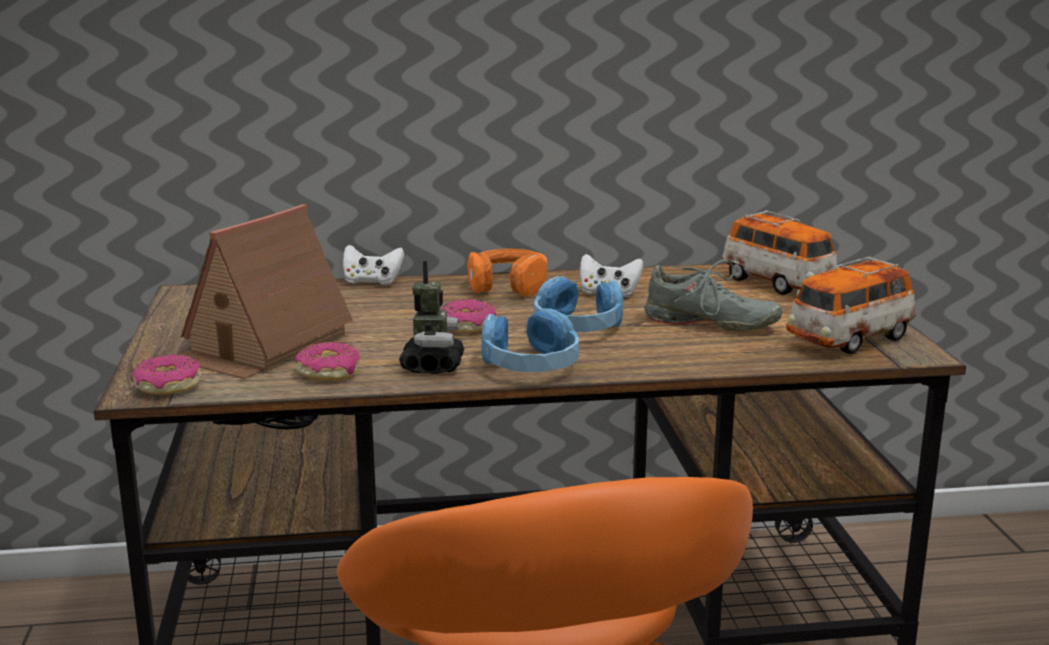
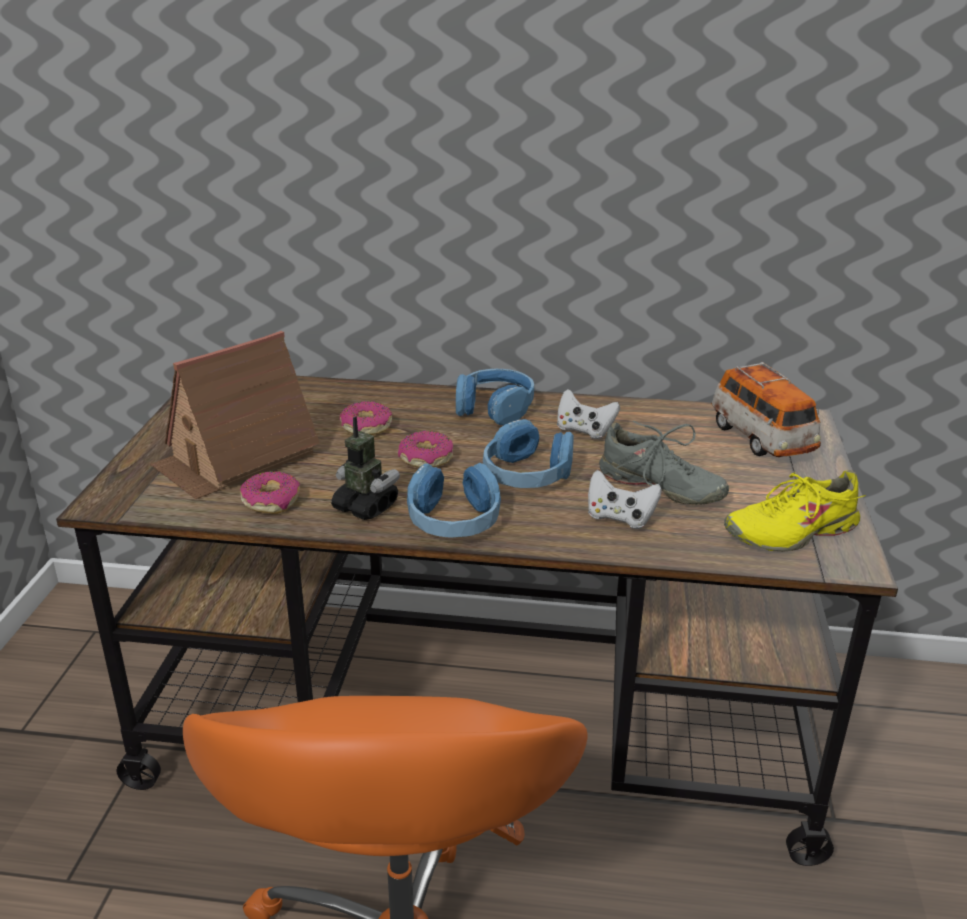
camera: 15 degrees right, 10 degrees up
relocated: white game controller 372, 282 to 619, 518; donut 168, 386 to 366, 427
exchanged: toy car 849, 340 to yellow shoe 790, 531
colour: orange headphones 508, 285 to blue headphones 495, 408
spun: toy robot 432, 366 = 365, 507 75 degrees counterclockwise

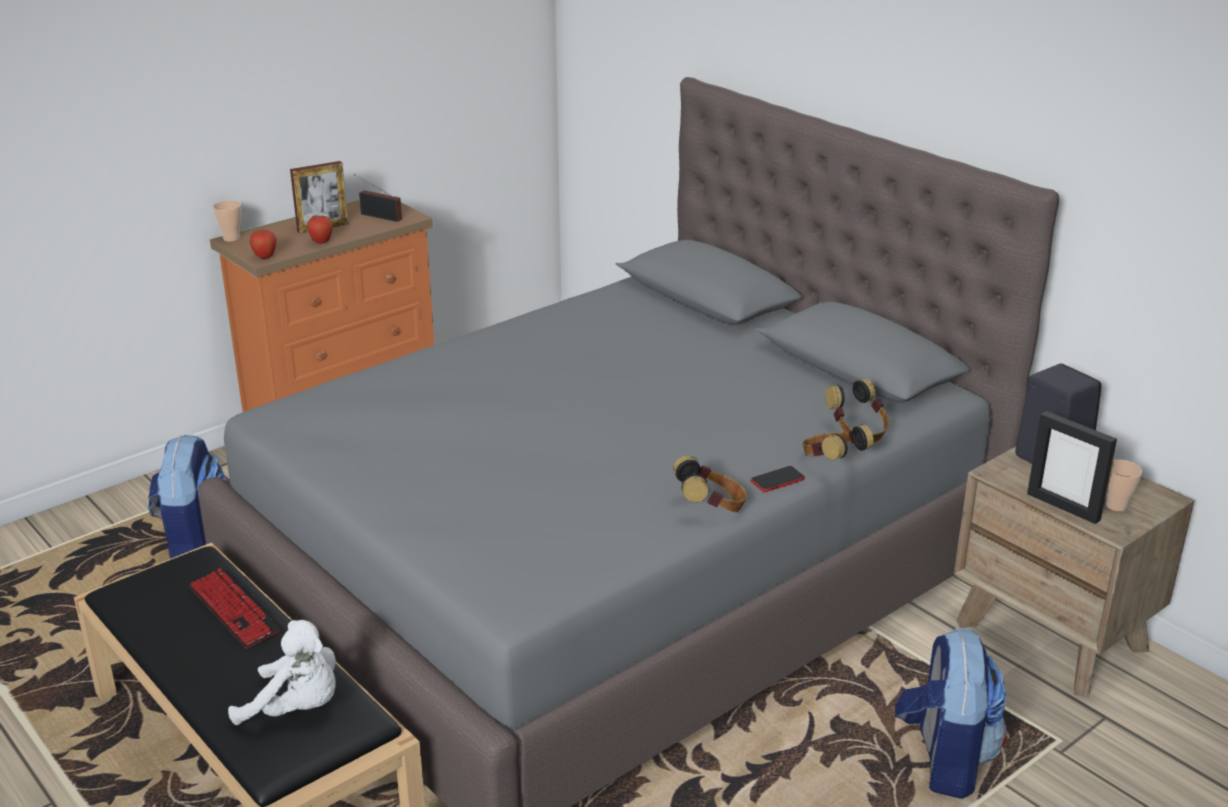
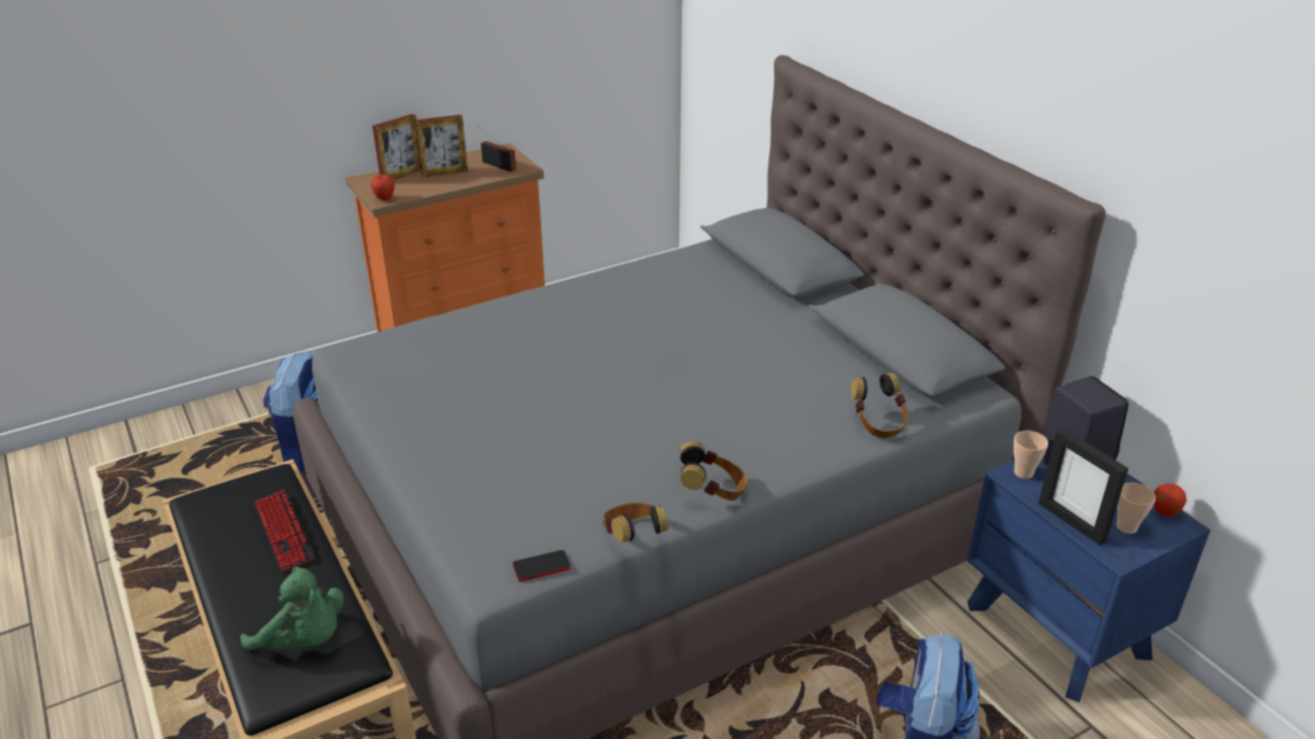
camera: 10 degrees right, 5 degrees up
appeared: picture frame 402, 175
relocated: cup 231, 238 to 1023, 473; apple 321, 242 to 1164, 513; headphones 832, 463 to 633, 538; phone 777, 480 to 541, 566
colour: brown nightstand 1052, 636 to blue nightstand 1058, 630; white plush toy 296, 709 to green plush toy 304, 641

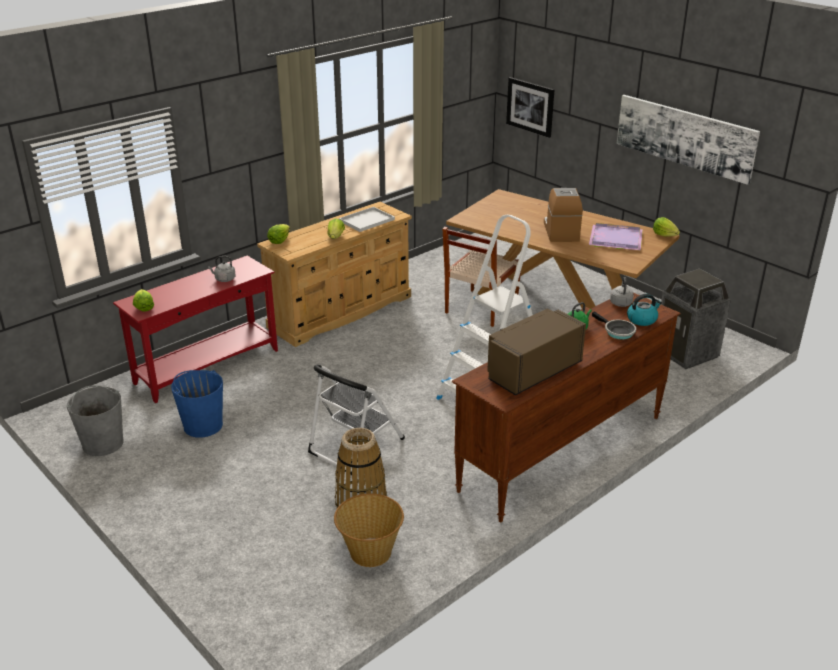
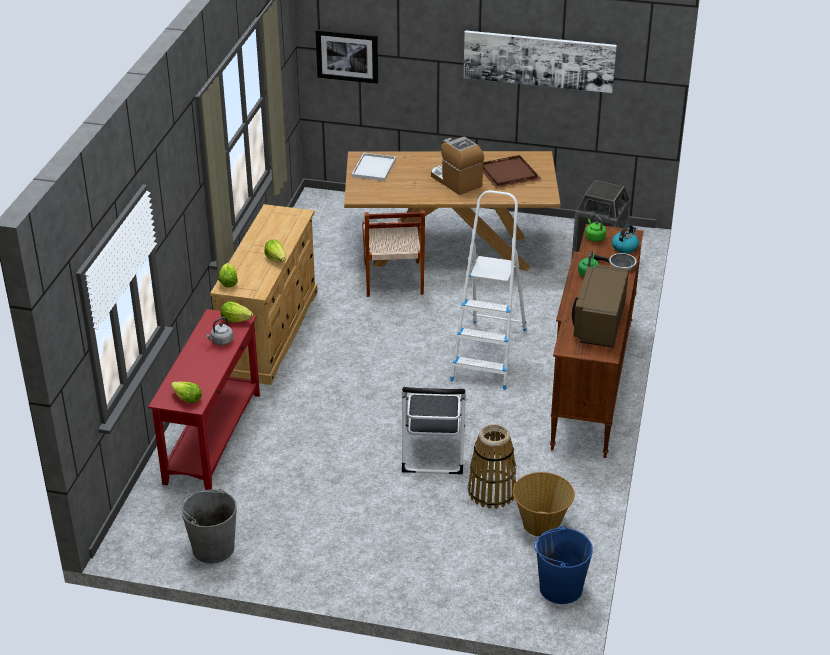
camera: 35 degrees left, 5 degrees up
relocated: white tray 366, 221 to 374, 168; lettuce 664, 235 to 236, 320; blue bucket 203, 425 to 560, 588
colour: purple tray 614, 239 to brown tray 508, 174; grey kettle 620, 302 to green kettle 594, 237

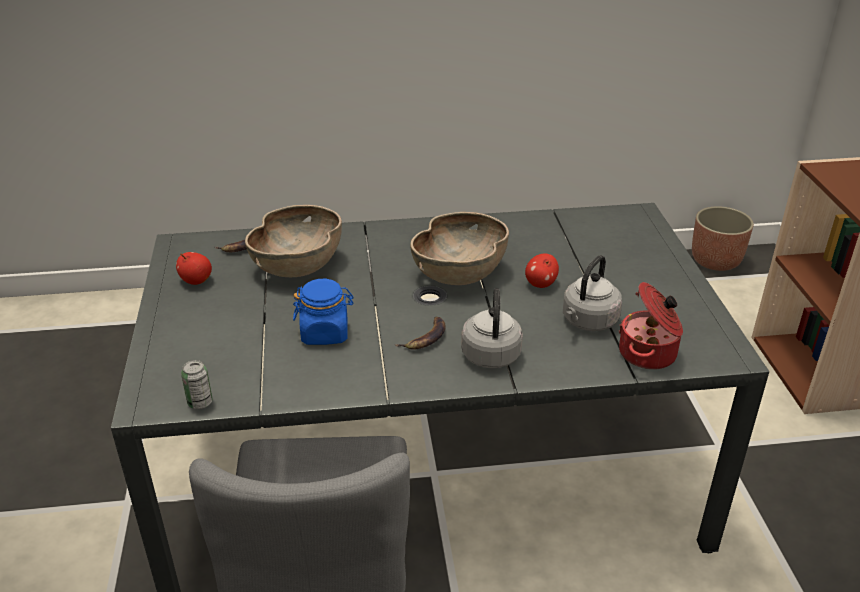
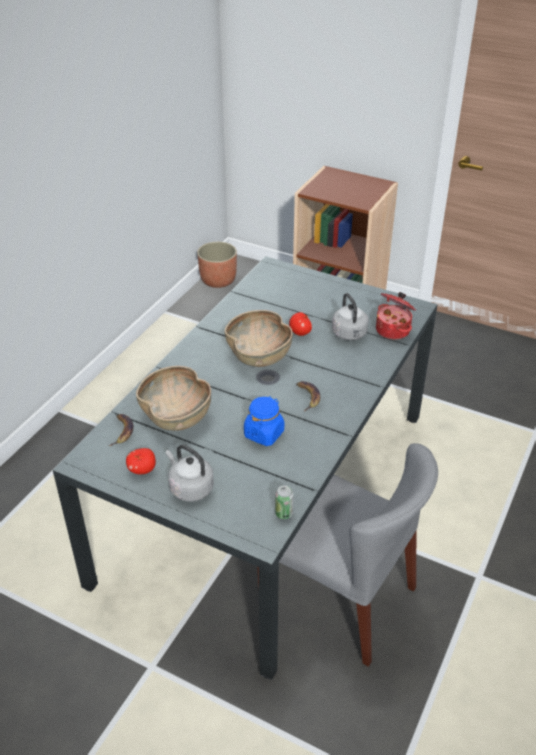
camera: 55 degrees left, 5 degrees up
relocated: grey kettle 491, 353 to 189, 488

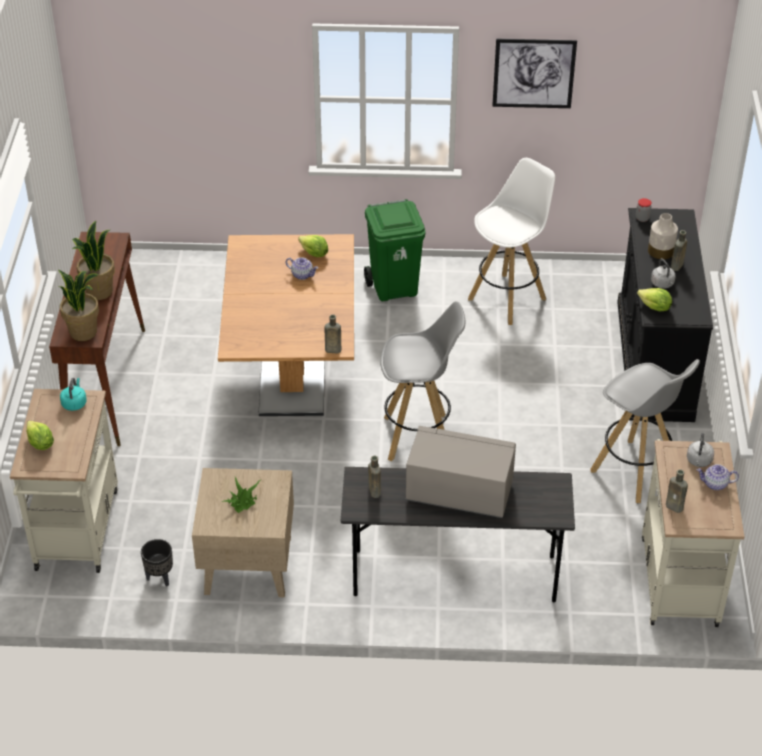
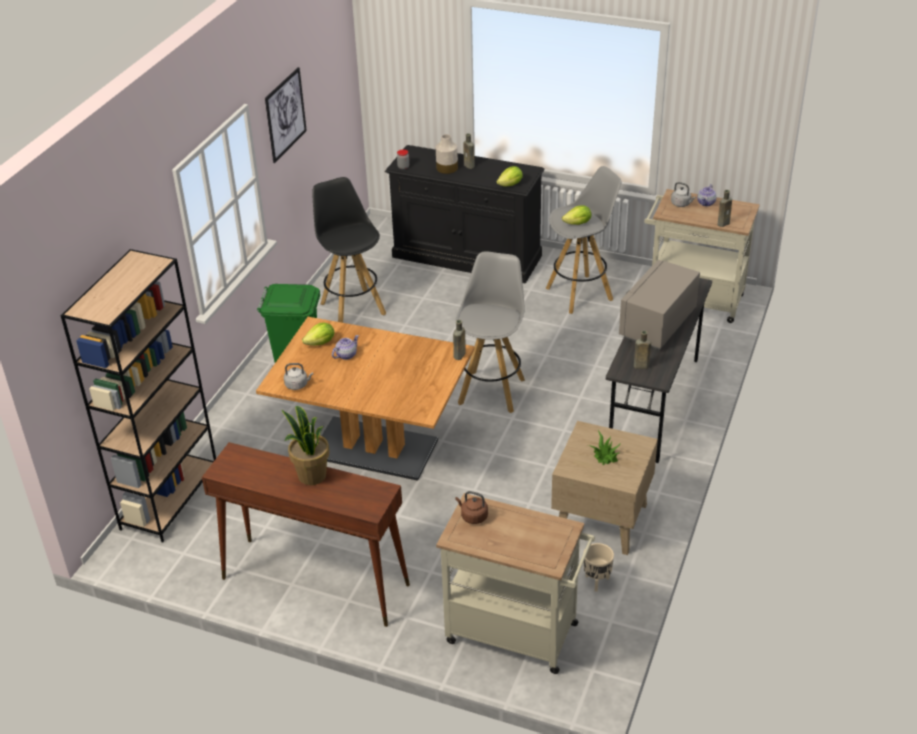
camera: 70 degrees left, 5 degrees down
missing: potted plant 84, 332
appeared: beige bookcase 170, 498
relocated: grey kettle 663, 284 to 298, 385; lettuce 40, 444 to 578, 223
colour: white stool 508, 298 to black stool 353, 308; turquoise kettle 74, 403 to brown kettle 473, 516; black planter 159, 577 to beige planter 596, 582

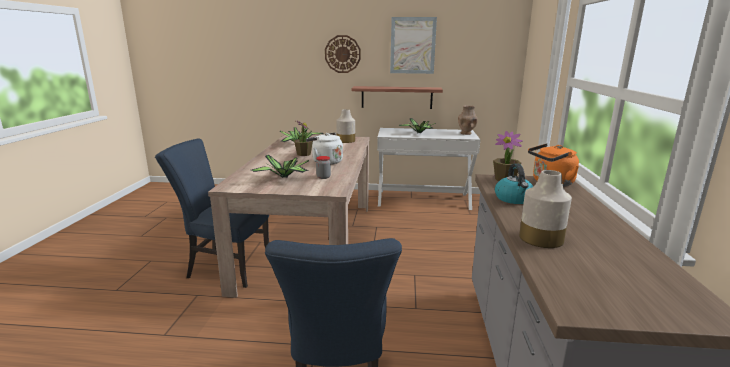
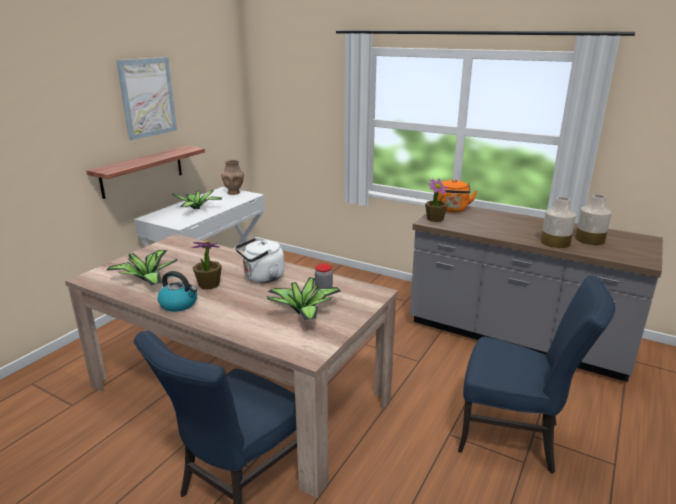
camera: 65 degrees left, 5 degrees up
missing: wall clock 342, 54
relocated: beige vase 345, 140 to 590, 239; kettle 514, 199 to 179, 304

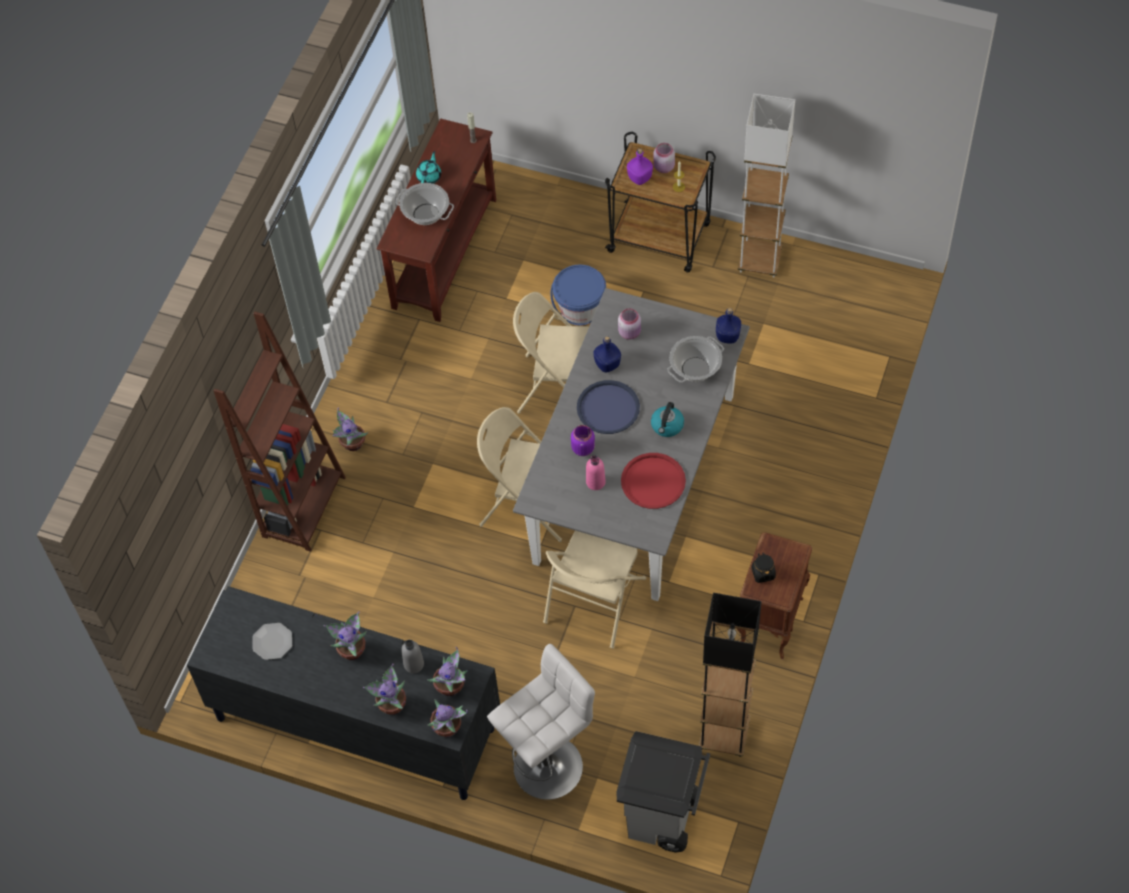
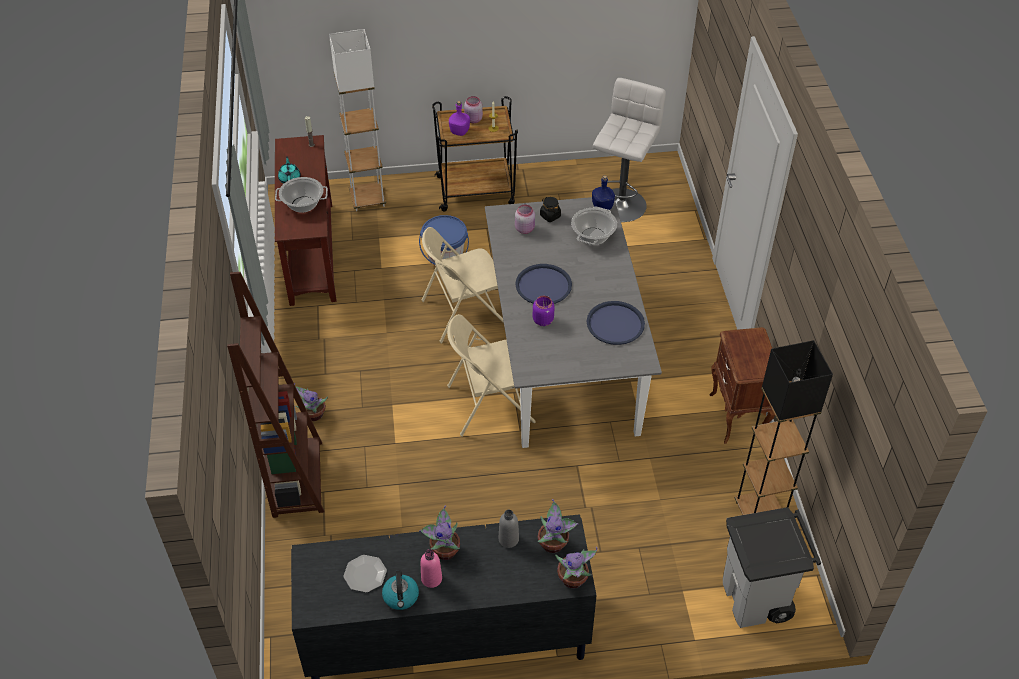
camera: 30 degrees left, 10 degrees down
missing: blue bottle 607, 365; beige chair 594, 600; potted plant 391, 704
relocated: white floor lamp 760, 260 to 367, 199; kettle 667, 426 to 401, 597; pink bottle 595, 482 to 431, 579; black jar 763, 573 to 550, 216; white stool 549, 767 to 622, 205
colour: red tray 653, 481 to blue tray 615, 323

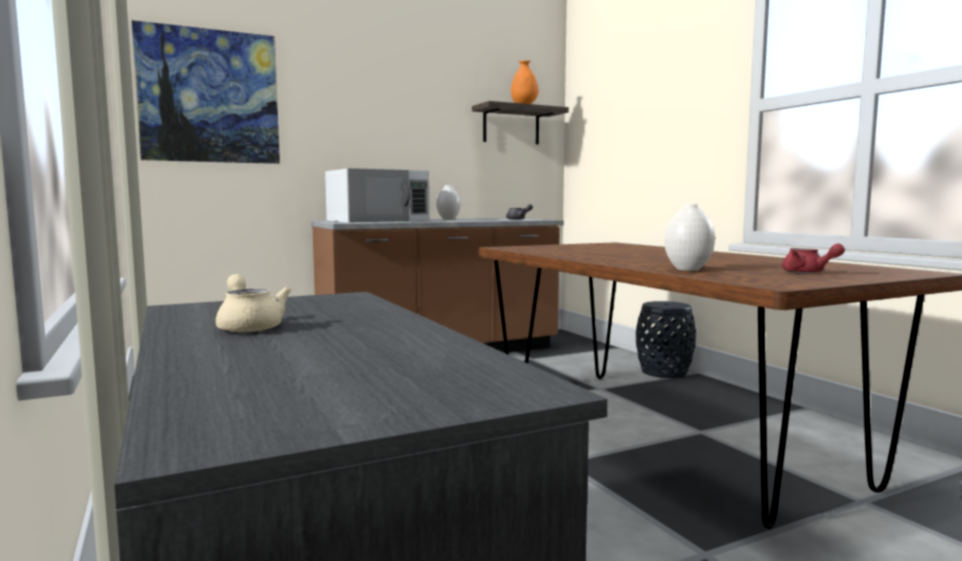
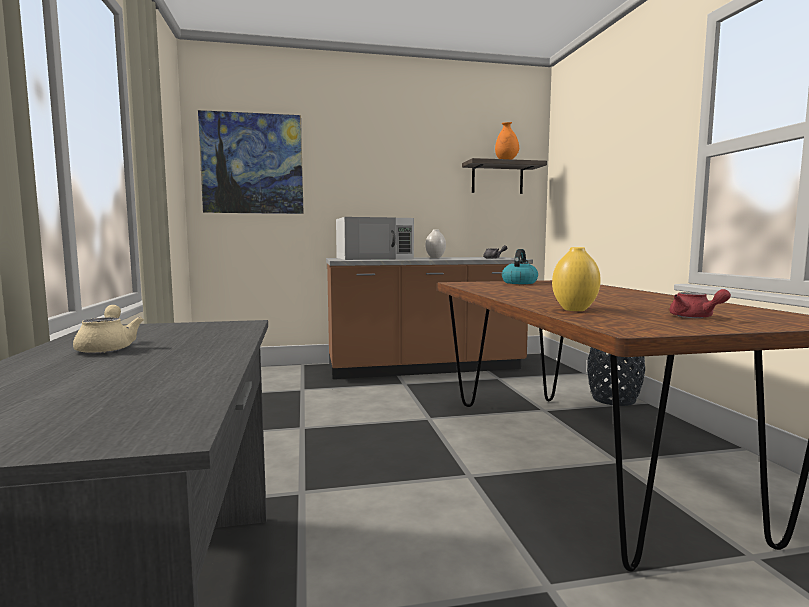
camera: 15 degrees right, 0 degrees up
appeared: kettle 519, 282
colour: white vase 687, 269 to yellow vase 574, 309

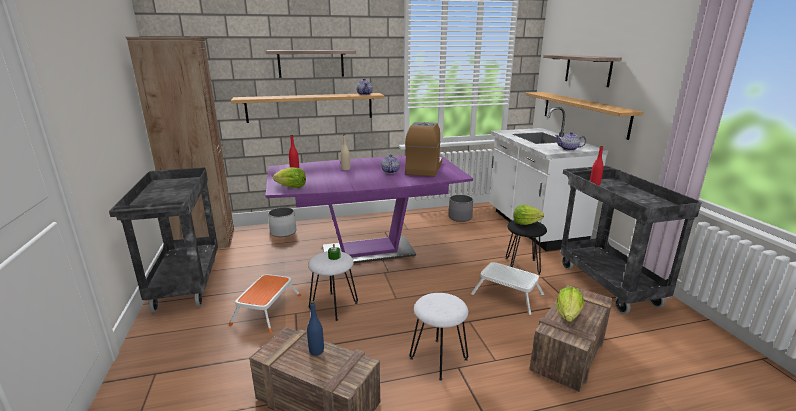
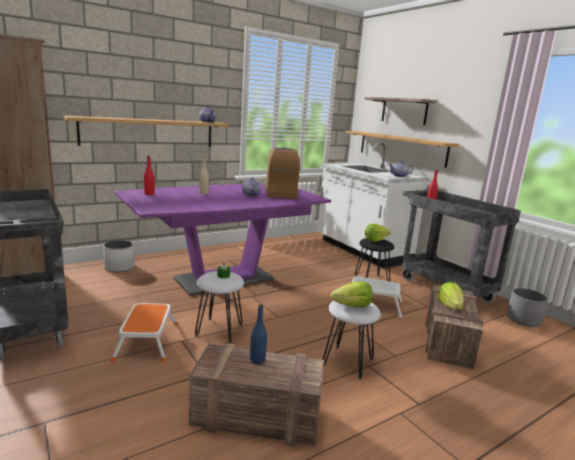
camera: 20 degrees left, 5 degrees down
missing: shelf 311, 63
relocated: lettuce 291, 187 to 352, 306; grey planter 460, 217 to 523, 320

